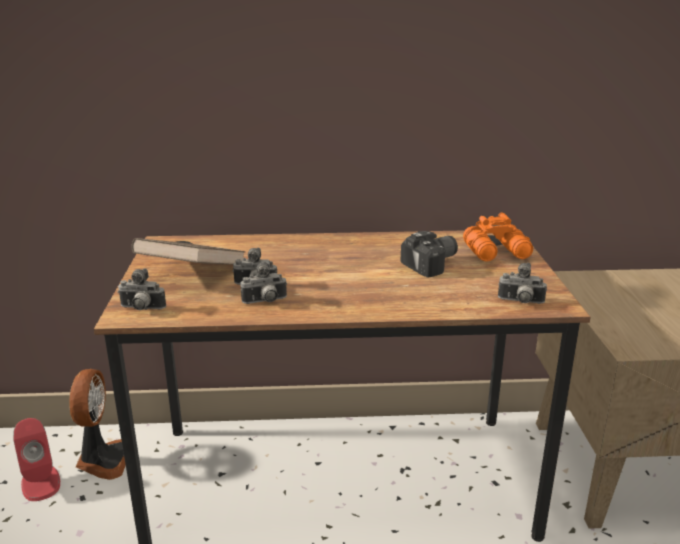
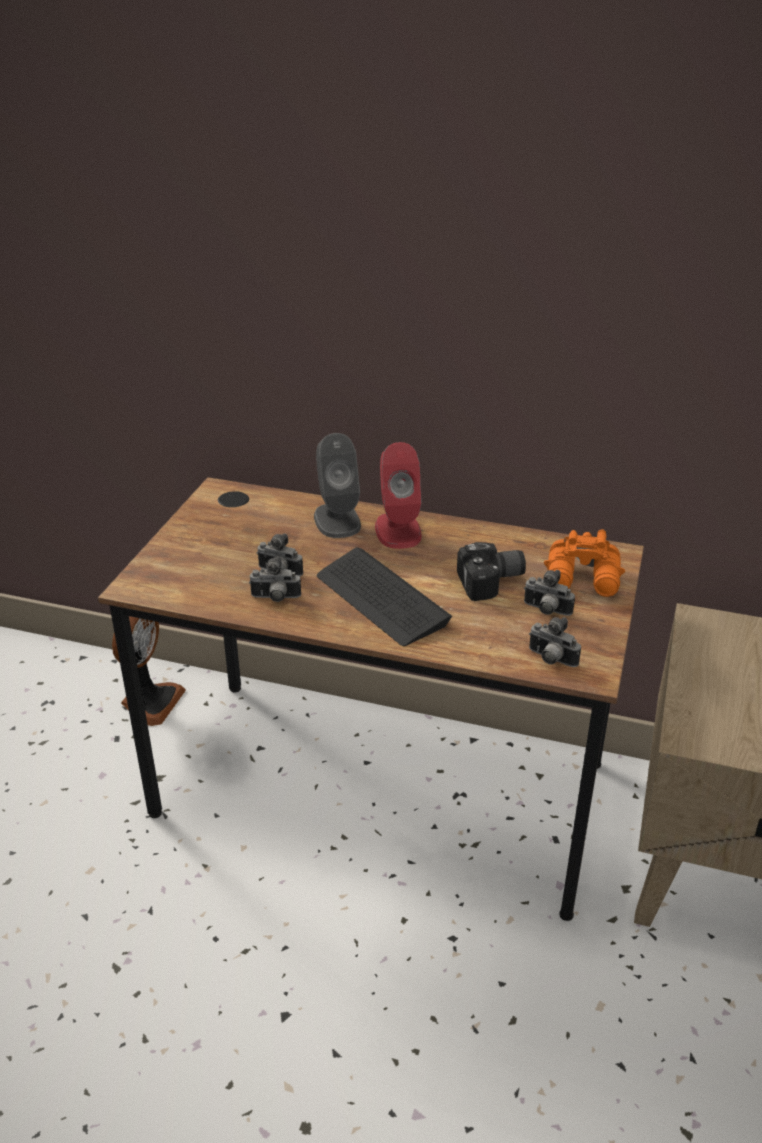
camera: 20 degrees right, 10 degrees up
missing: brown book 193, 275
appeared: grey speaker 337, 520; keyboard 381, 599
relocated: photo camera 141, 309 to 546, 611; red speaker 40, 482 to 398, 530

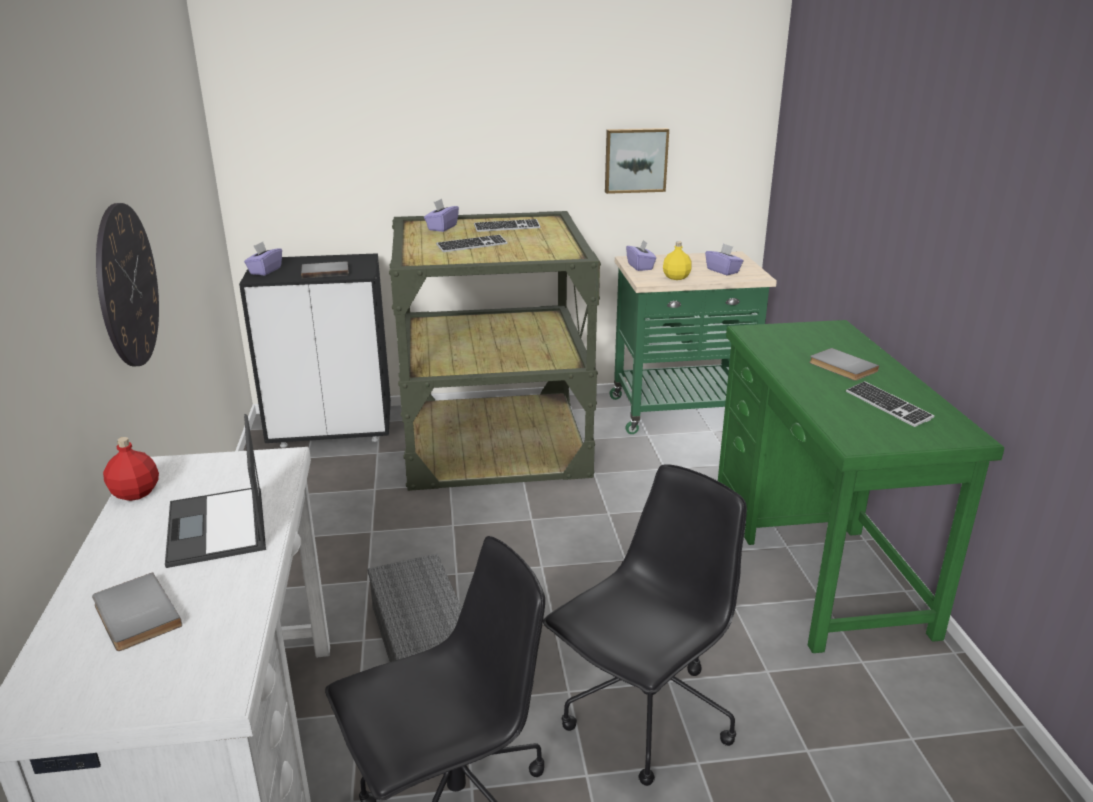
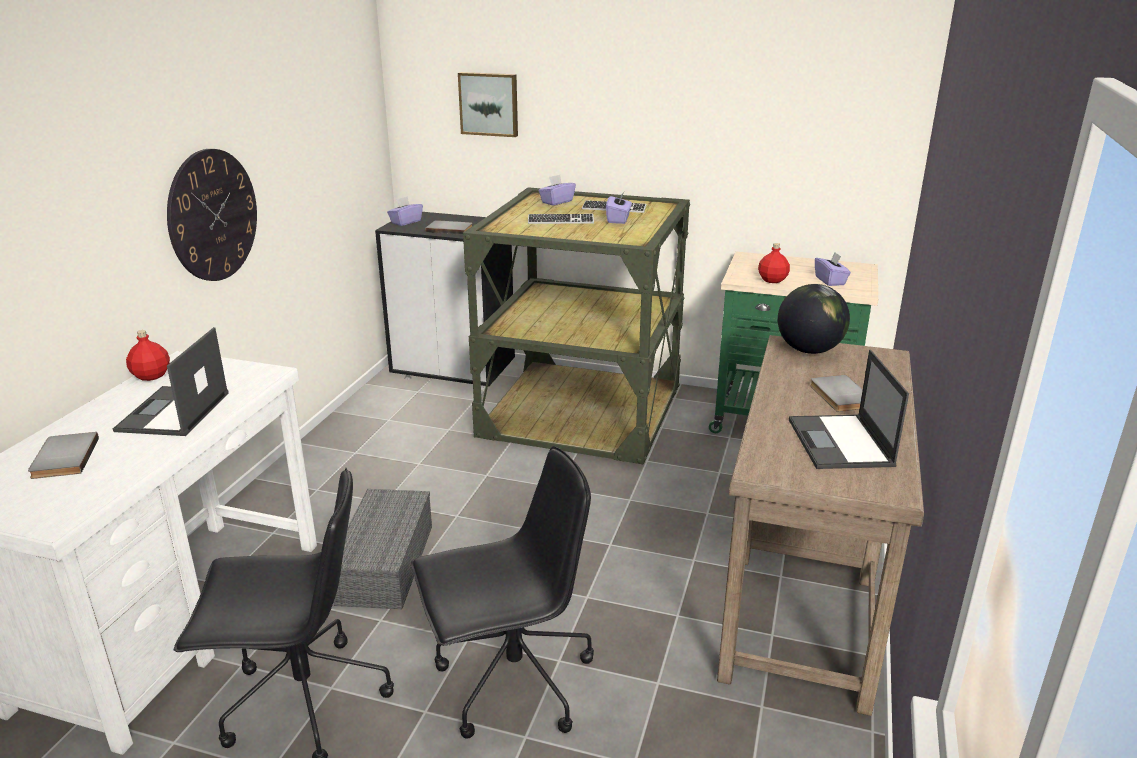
camera: 25 degrees right, 0 degrees up
appeared: globe 809, 350
relocated: picture 635, 160 to 489, 104; purple tissue box 640, 266 to 618, 220
exchanged: keyboard 887, 406 to laptop 841, 443
colour: yellow bottle 676, 277 to red bottle 772, 280; green desk 817, 556 to brown desk 805, 594

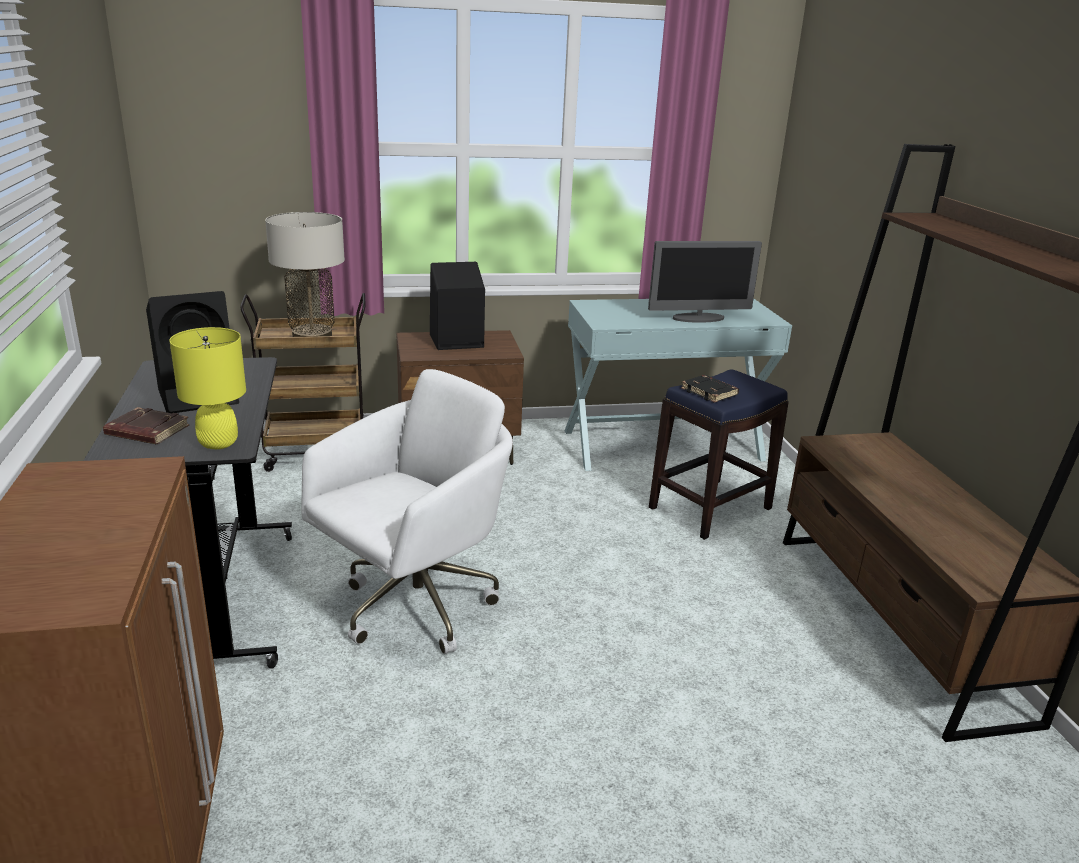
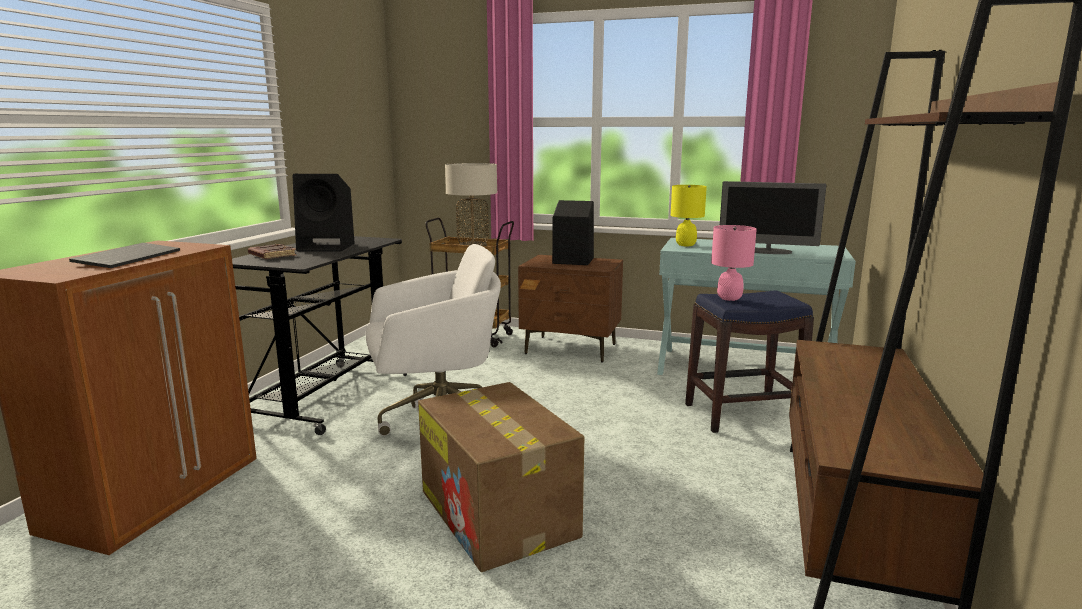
camera: 30 degrees right, 10 degrees down
appeared: keyboard 128, 257; cardboard box 499, 514
relocated: yellow table lamp 220, 445 to 686, 245
exchanged: black book 710, 392 to pink table lamp 730, 299

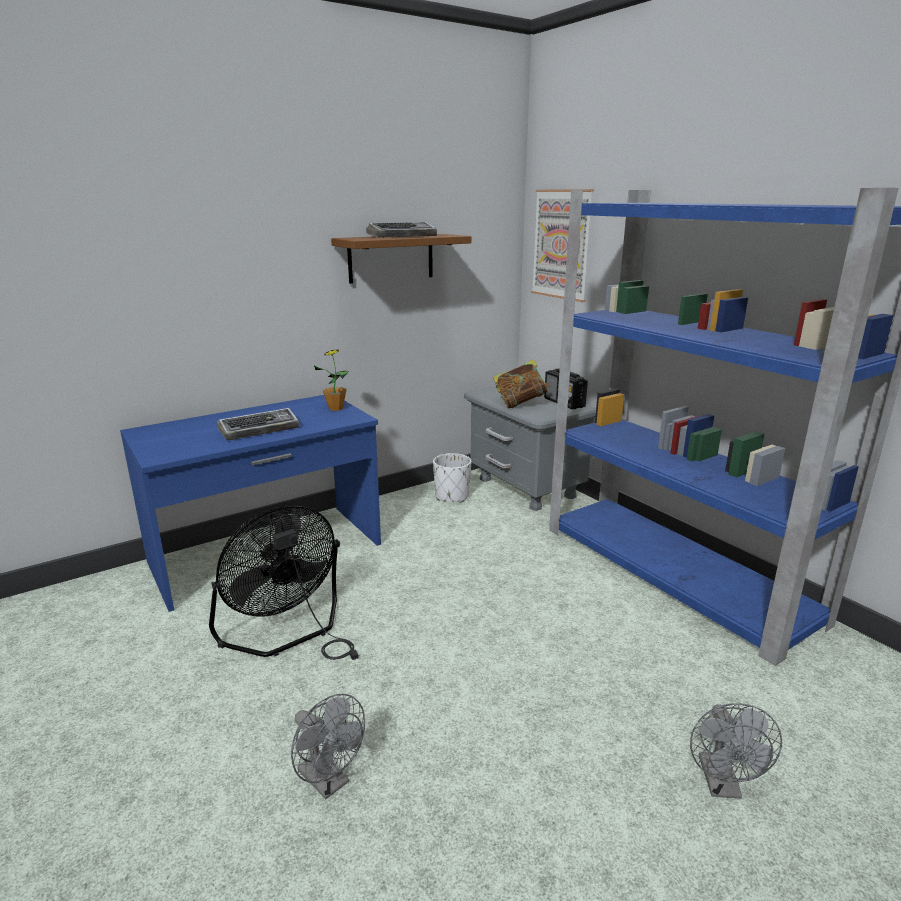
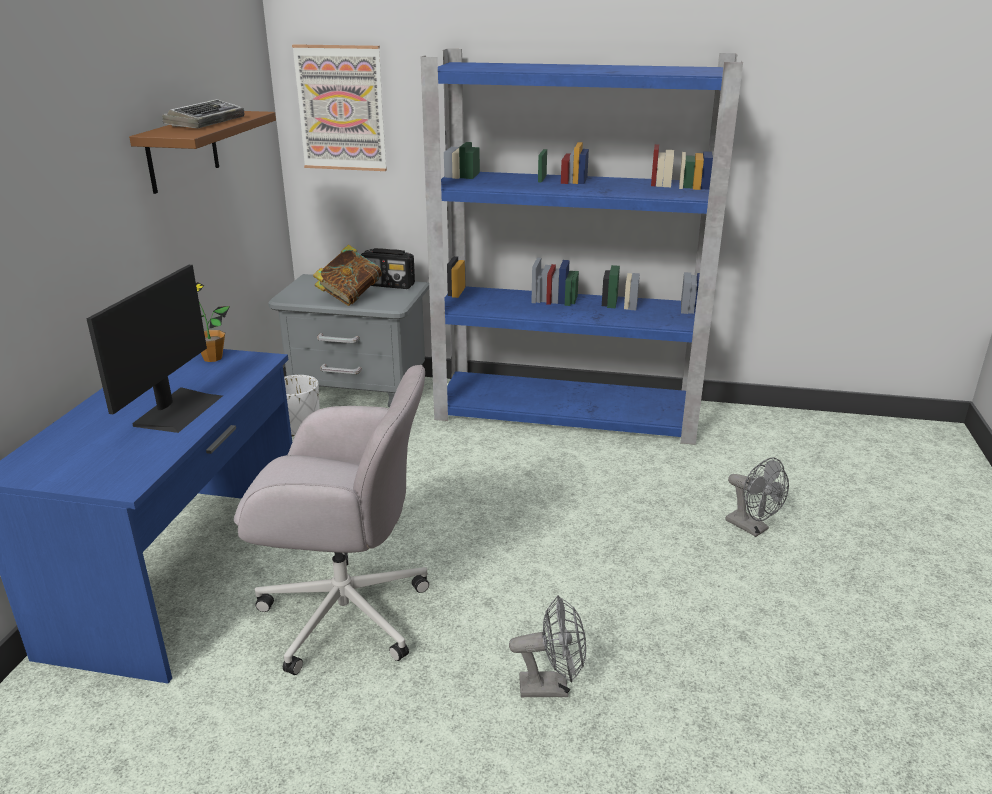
camera: 45 degrees left, 5 degrees up
exchanged: keyboard 260, 429 to monitor 177, 410; black fan 296, 633 to grey office chair 347, 616

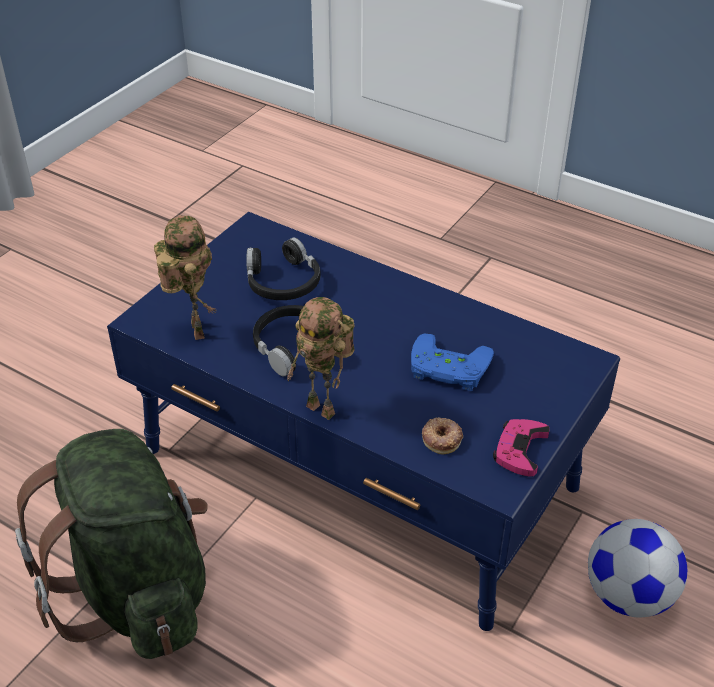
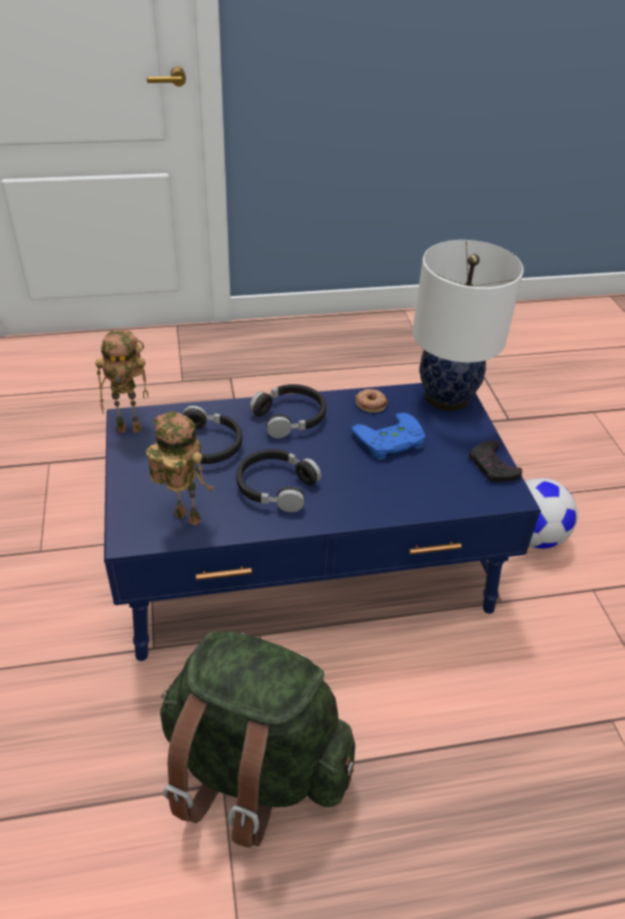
camera: 45 degrees left, 0 degrees up
appeared: white table lamp 446, 397; black headphones 290, 417
relocated: toy robot 325, 409 to 131, 427; donut 442, 438 to 371, 403
colour: pink game controller 519, 450 to black game controller 492, 466

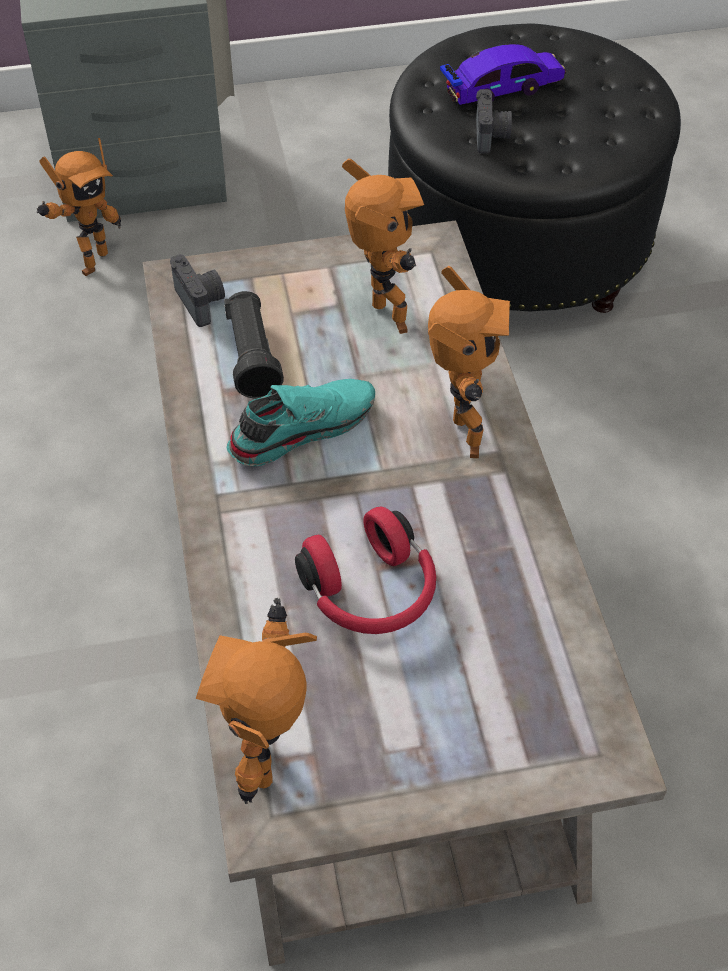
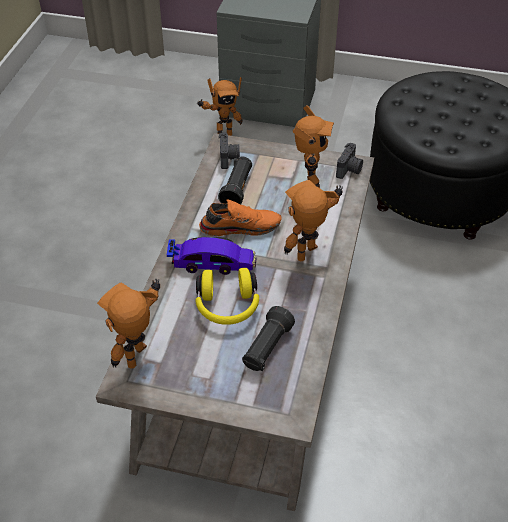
camera: 25 degrees right, 5 degrees down
appeared: black flashlight 267, 348
relocated: toy car 503, 88 to 212, 263; photo camera 491, 136 to 349, 170
colour: turquoise shoe 301, 428 to orange shoe 240, 226; red headphones 371, 593 to yellow headphones 227, 307
spun: toy robot 458, 439 = 311, 256 150 degrees counterclockwise

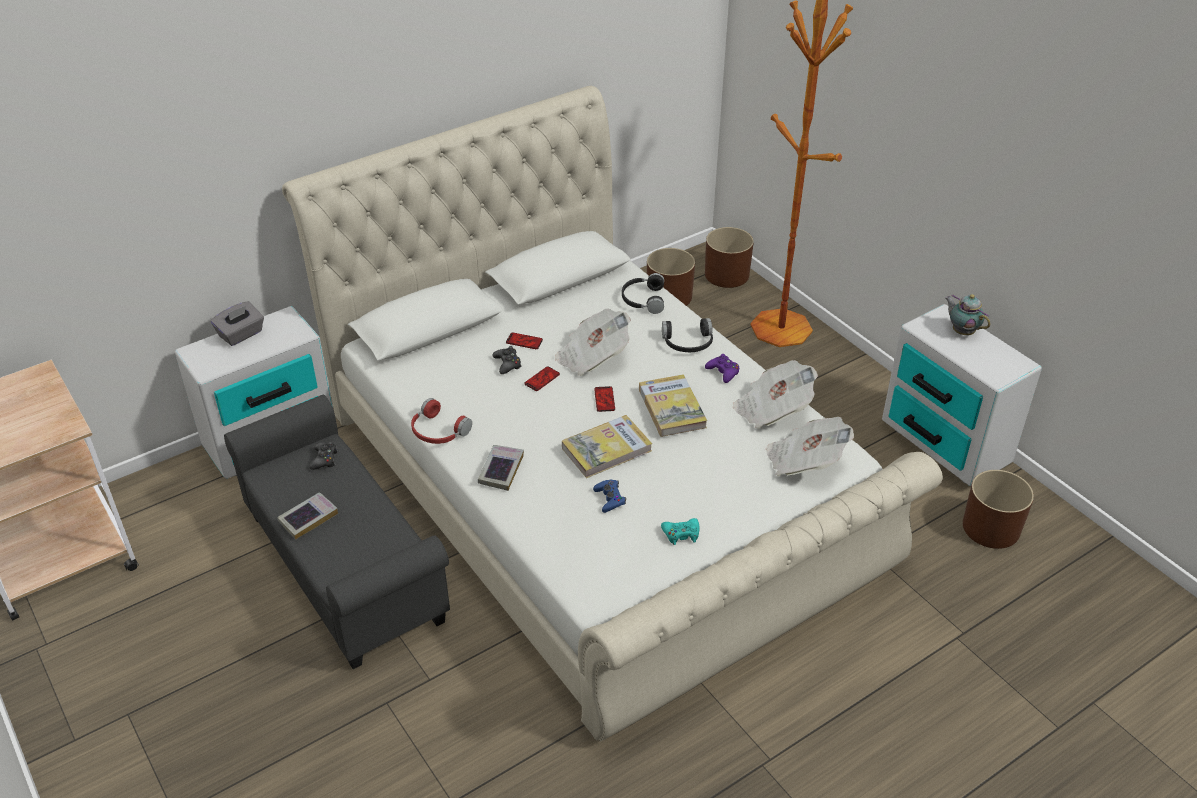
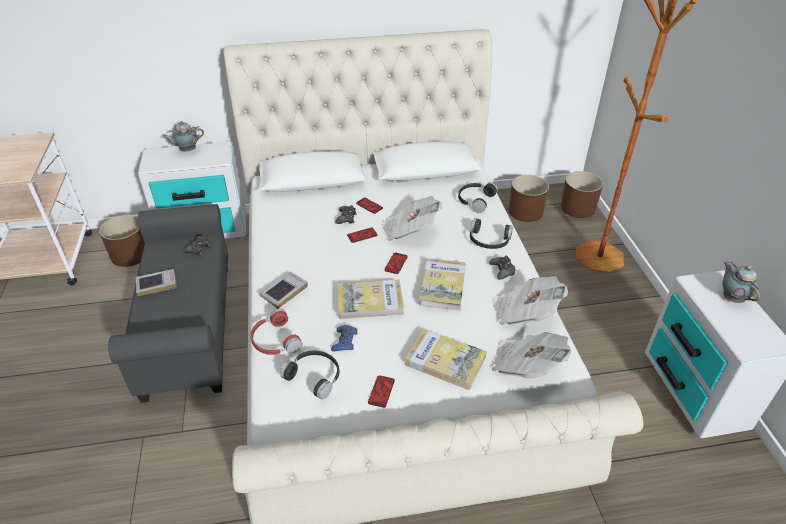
camera: 25 degrees right, 0 degrees up
appeared: book 445, 361; black headphones 315, 376
relocated: red headphones 437, 431 to 274, 341; brown planter 990, 528 to 130, 254
exchanged: grey tissue box 241, 334 to teapot 187, 150; turquoise game controller 681, 534 to phone 381, 391
colour: purple game controller 723, 372 to black game controller 502, 270

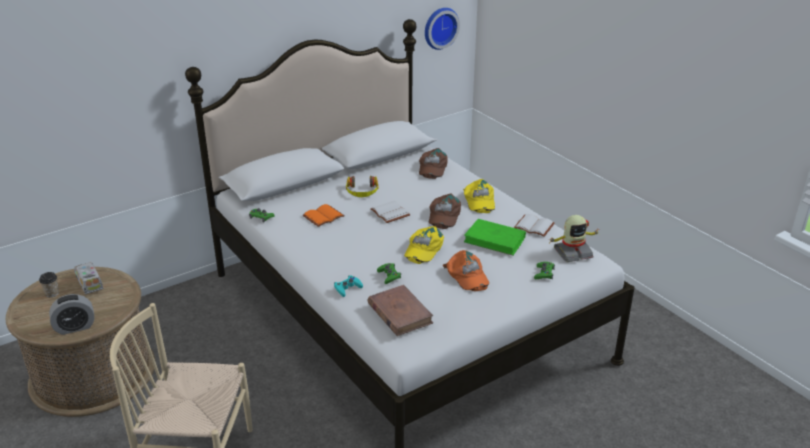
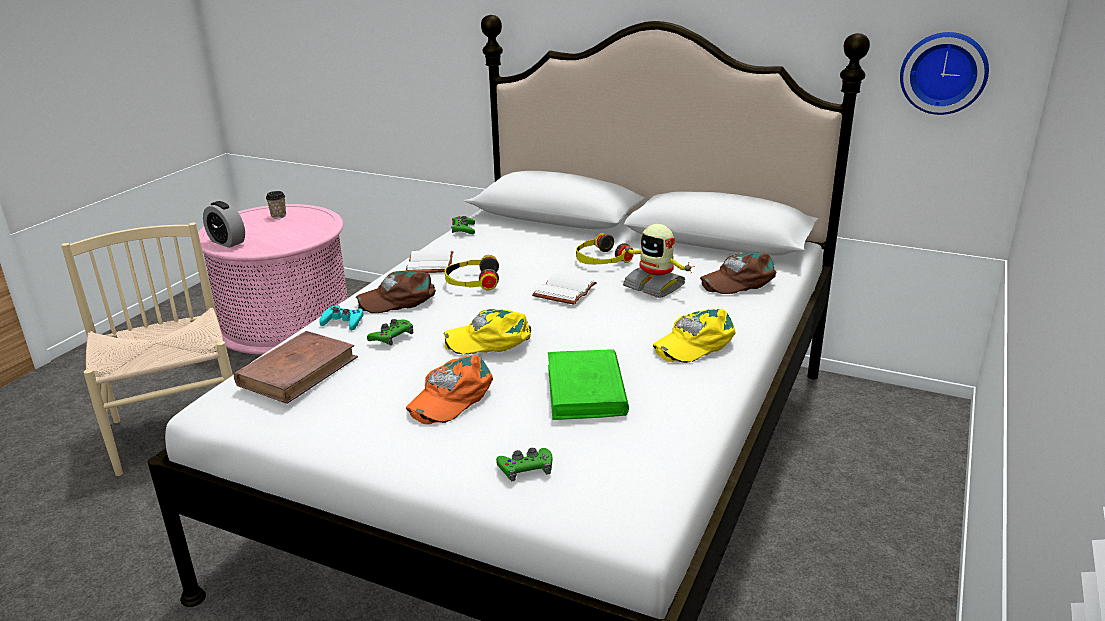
camera: 60 degrees right, 5 degrees down
missing: orange book 323, 217; toy truck 89, 282
appeared: headphones 472, 281
relocated: brown cap 443, 215 to 399, 299; white book 535, 226 to 431, 264; toy robot 572, 252 to 655, 286
colour: brown coffee table 93, 373 to pink coffee table 286, 321

